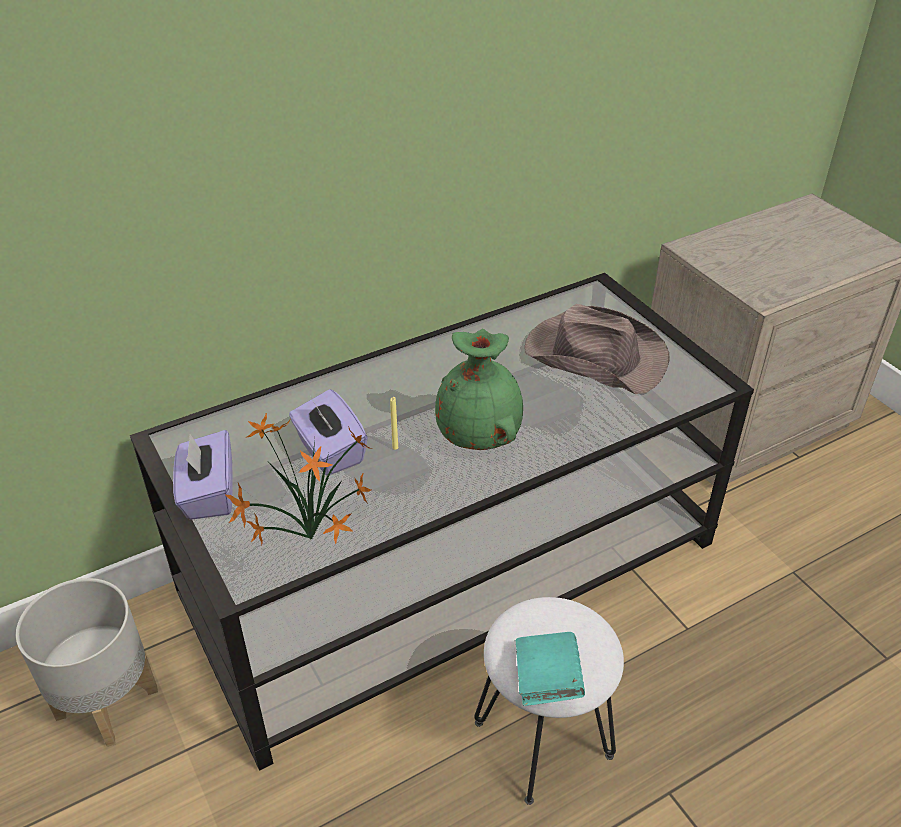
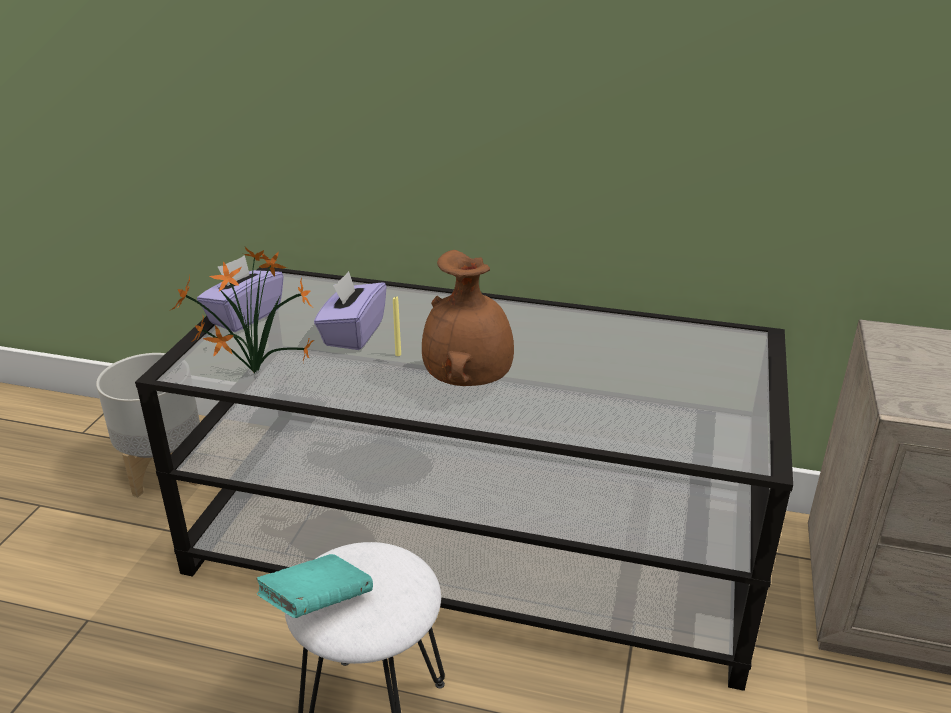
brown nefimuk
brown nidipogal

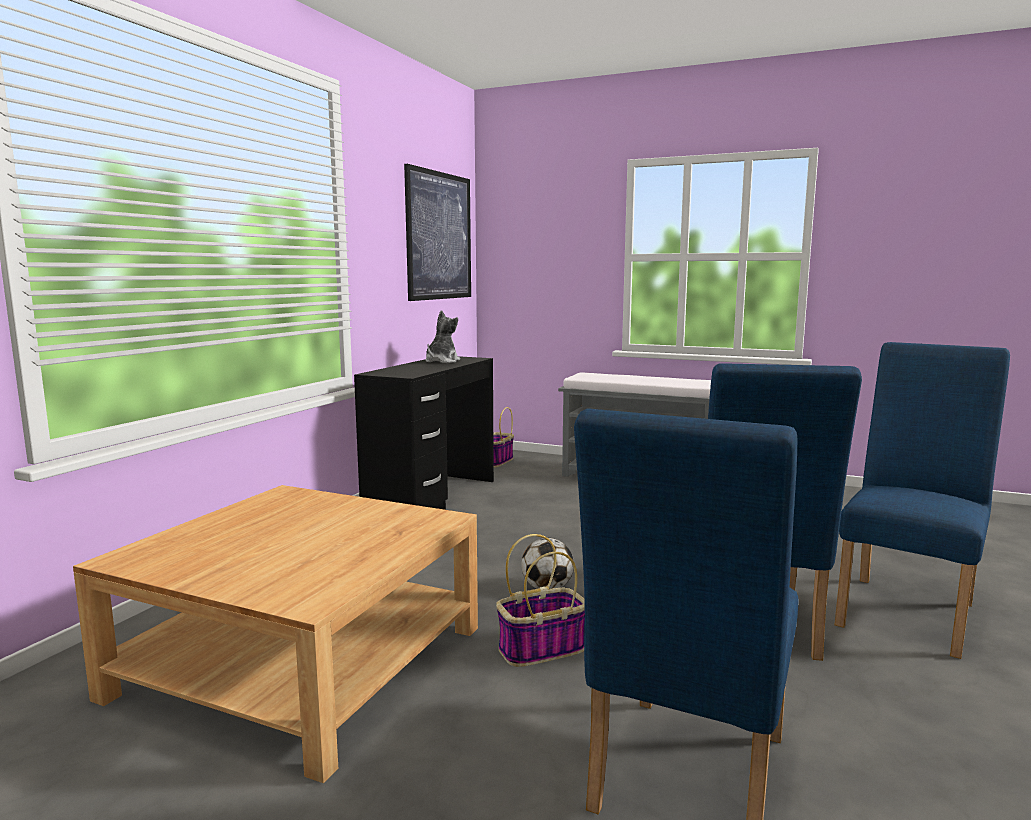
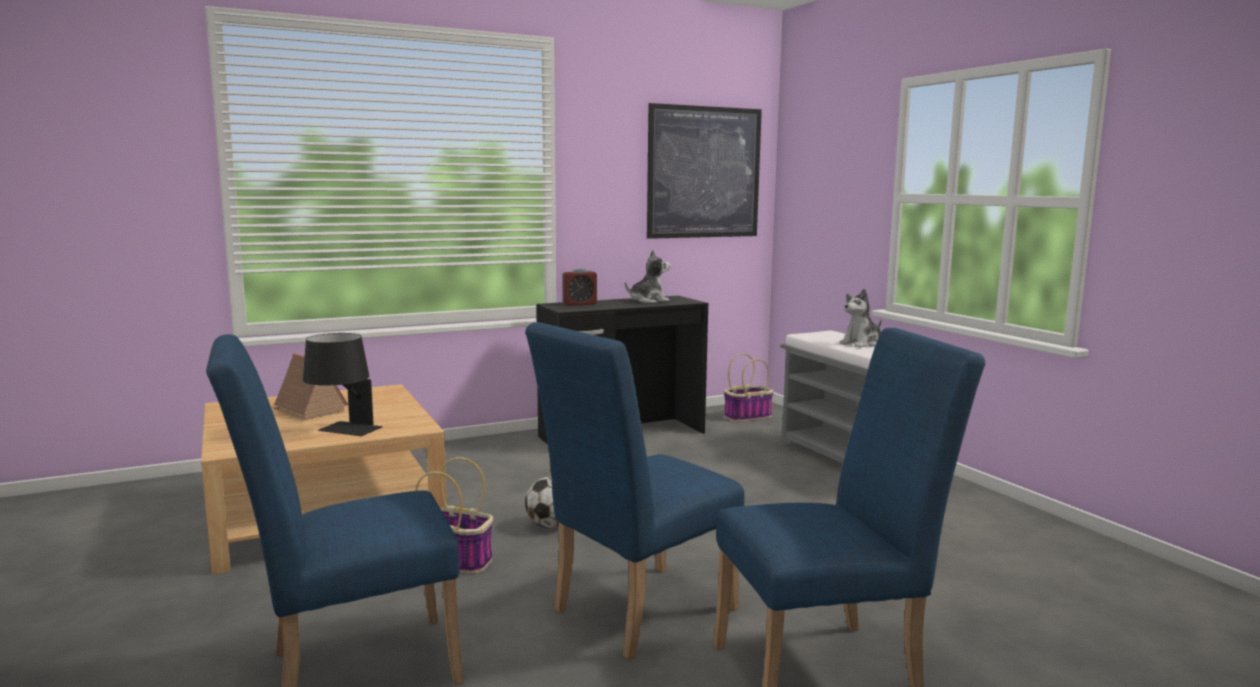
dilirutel
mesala (no. 2 from left)
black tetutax
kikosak

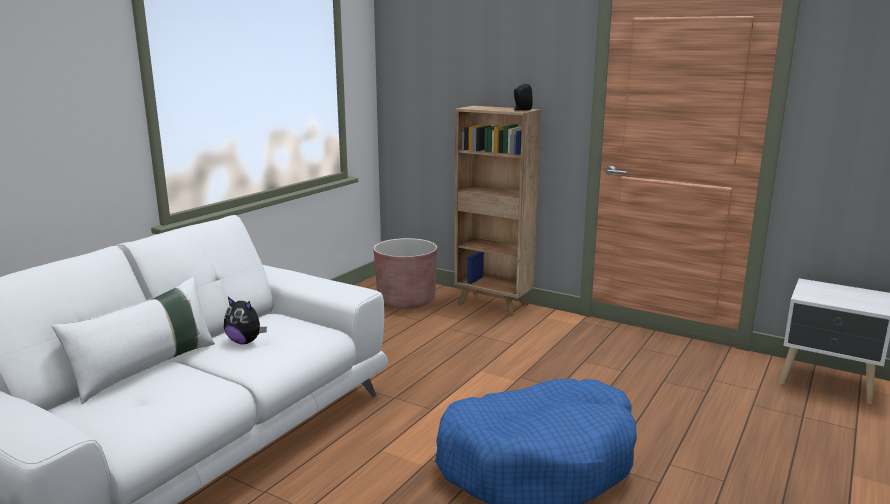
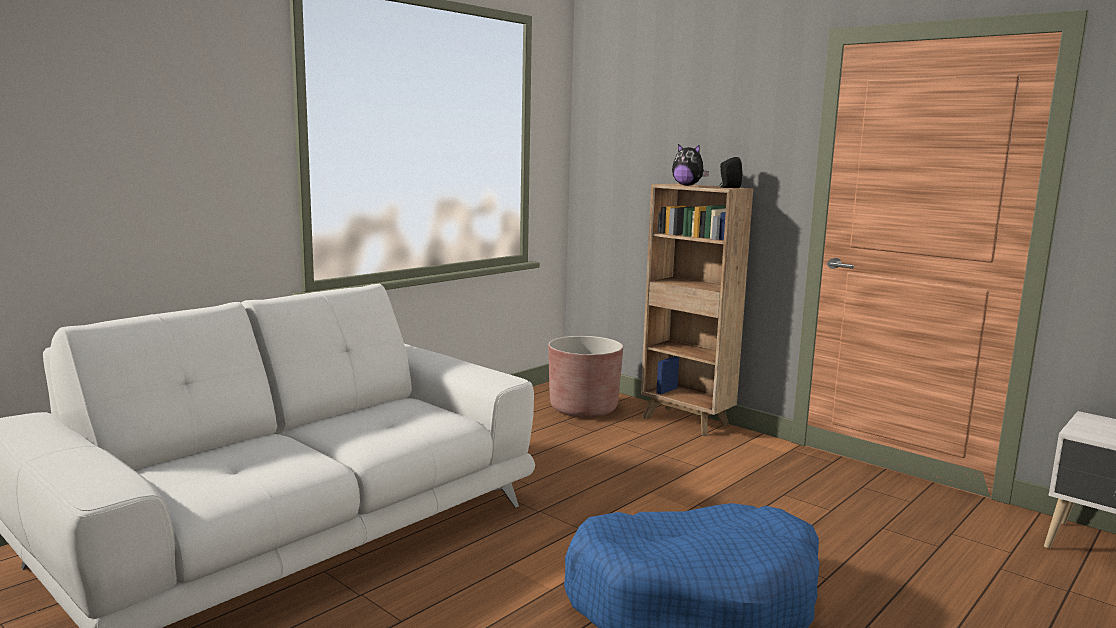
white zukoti
mesala

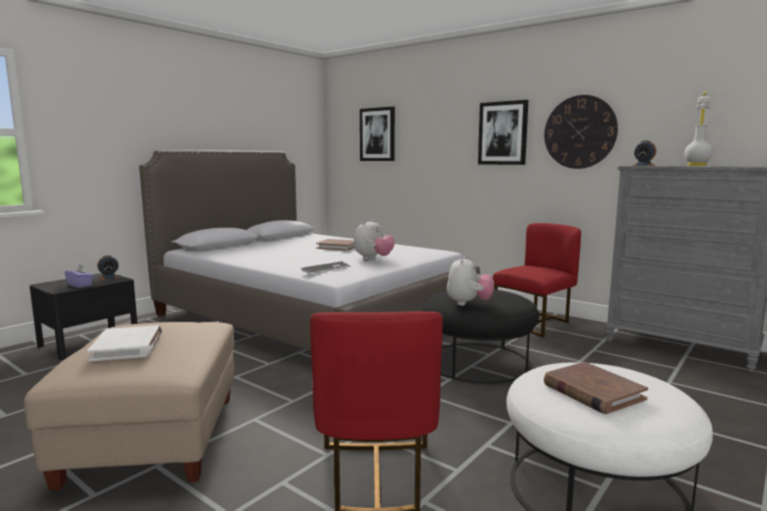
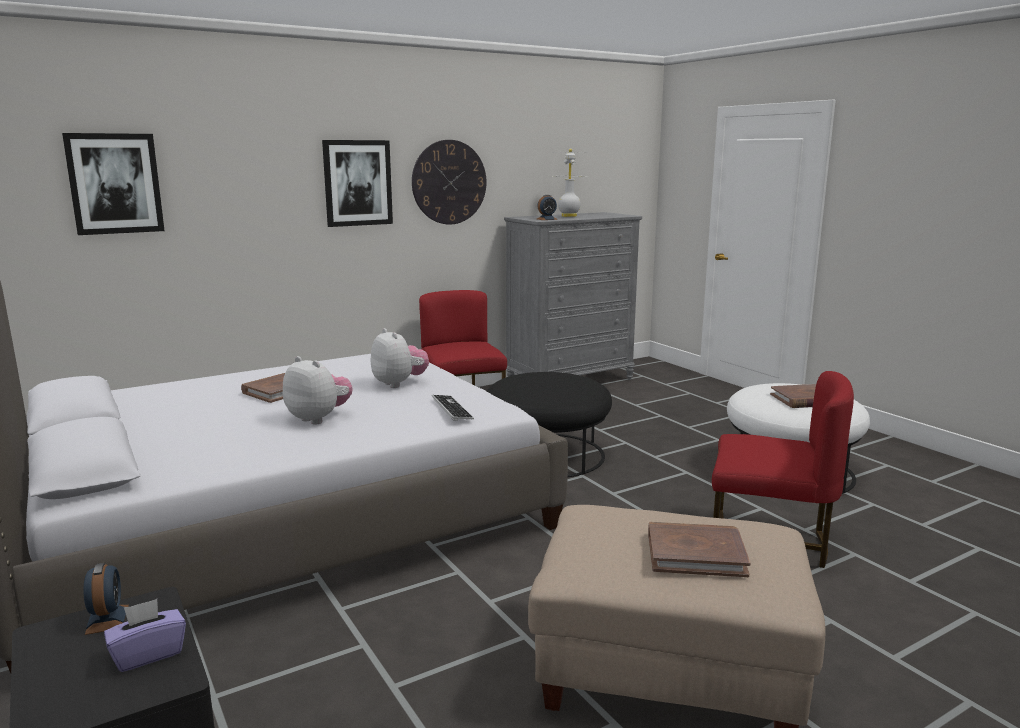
mesala (no. 1 from left)
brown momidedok (no. 2 from left)

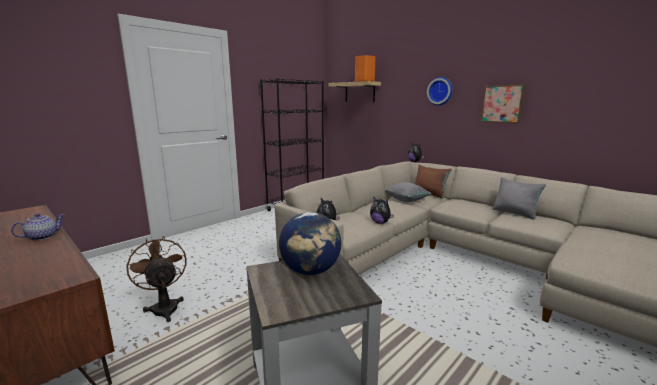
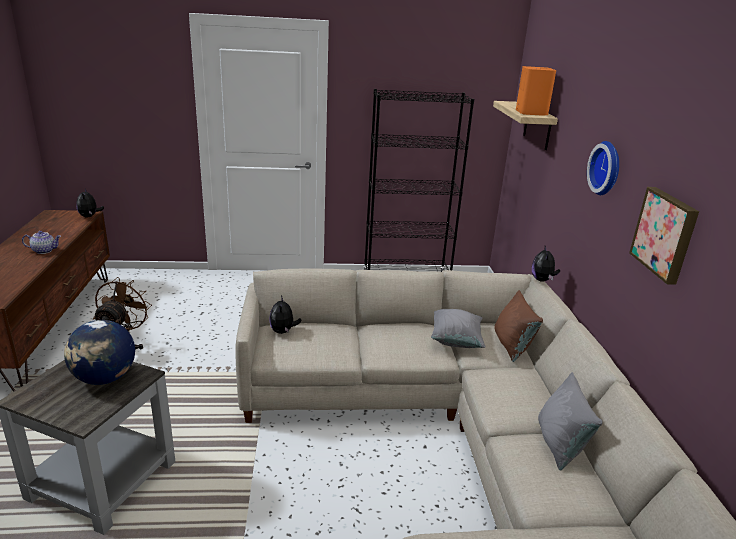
mesala (no. 1 from left)

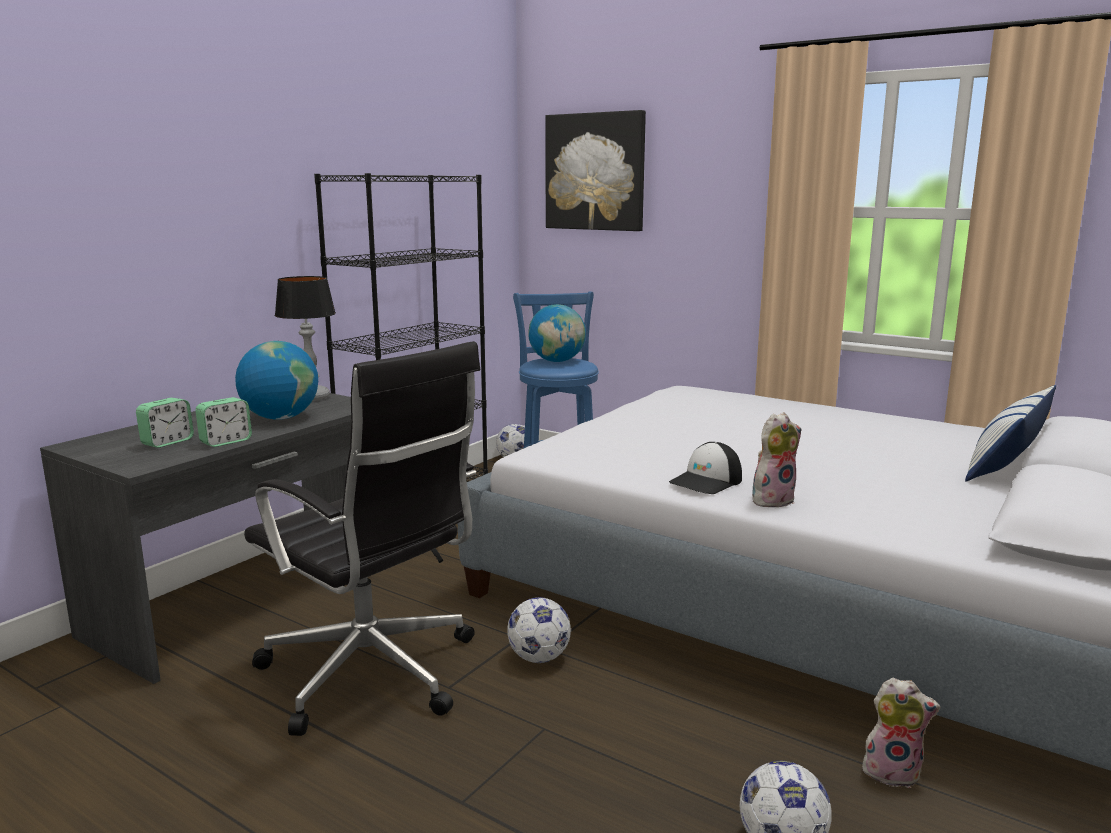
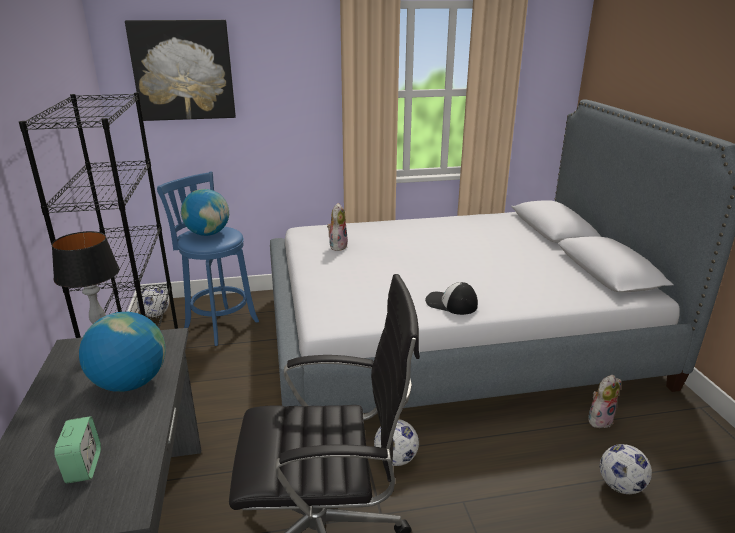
zukoti
dilirutel (no. 2 from left in the first image)
mesala (no. 1 from left)
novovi

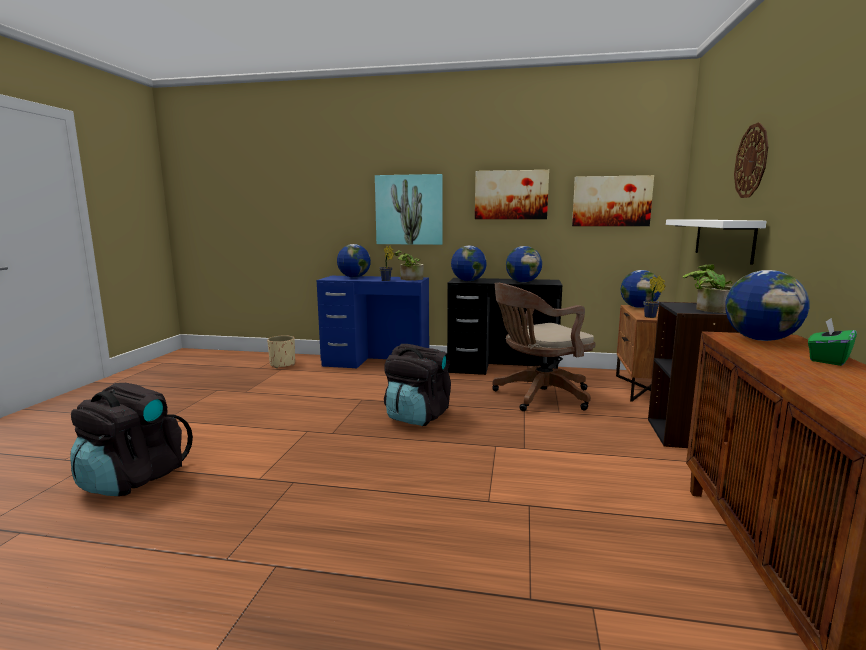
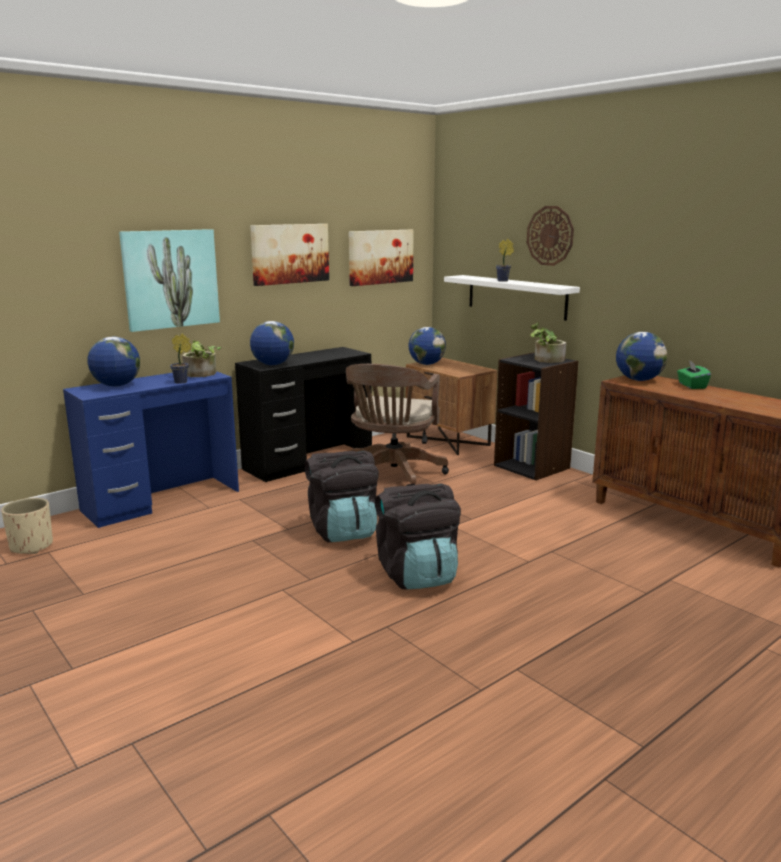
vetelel (no. 3 from left in the first image)
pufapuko (no. 3 from left)
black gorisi (no. 2 from left)

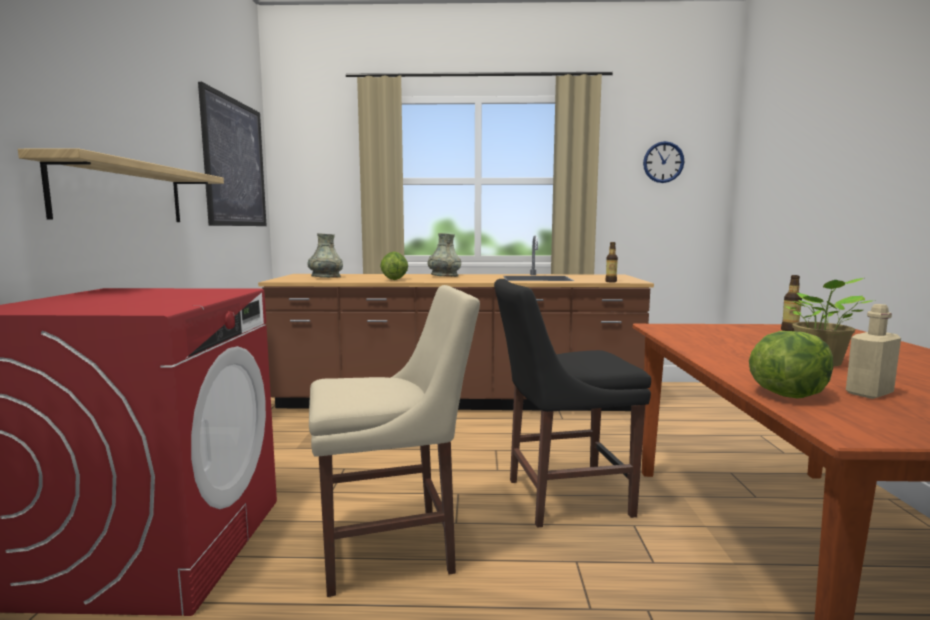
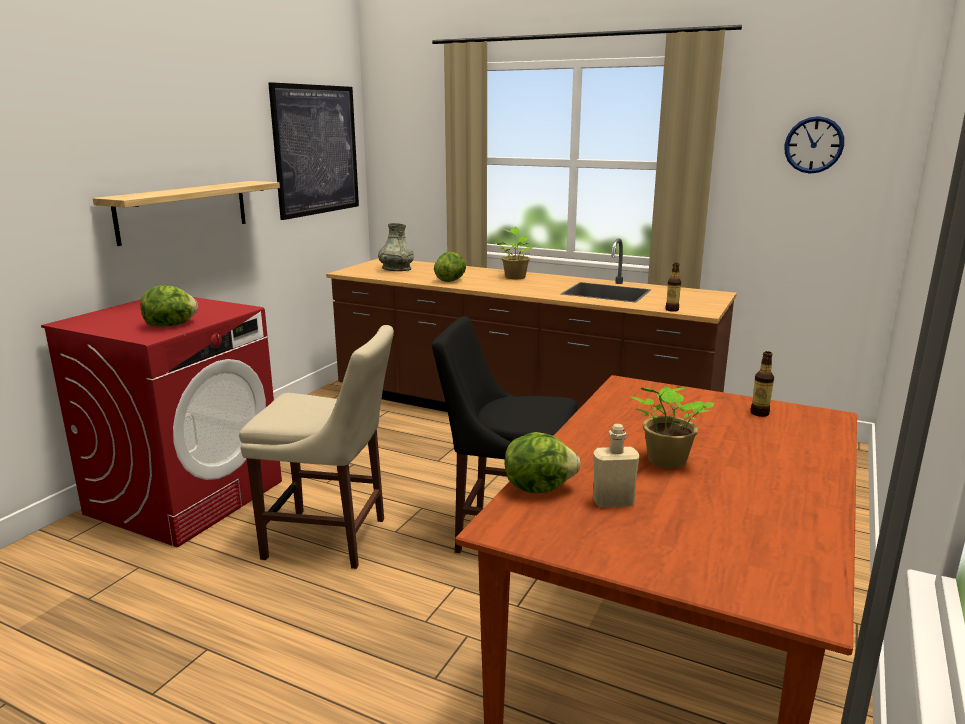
pufapuko (no. 1 from left)
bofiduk (no. 1 from left)

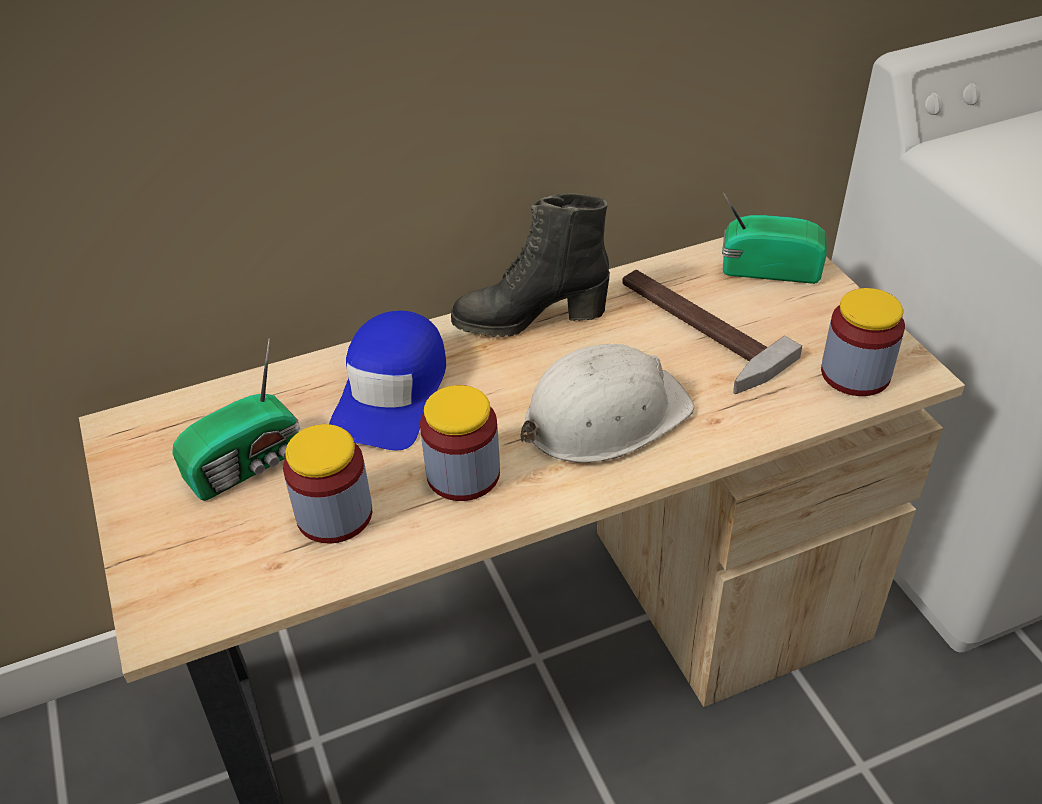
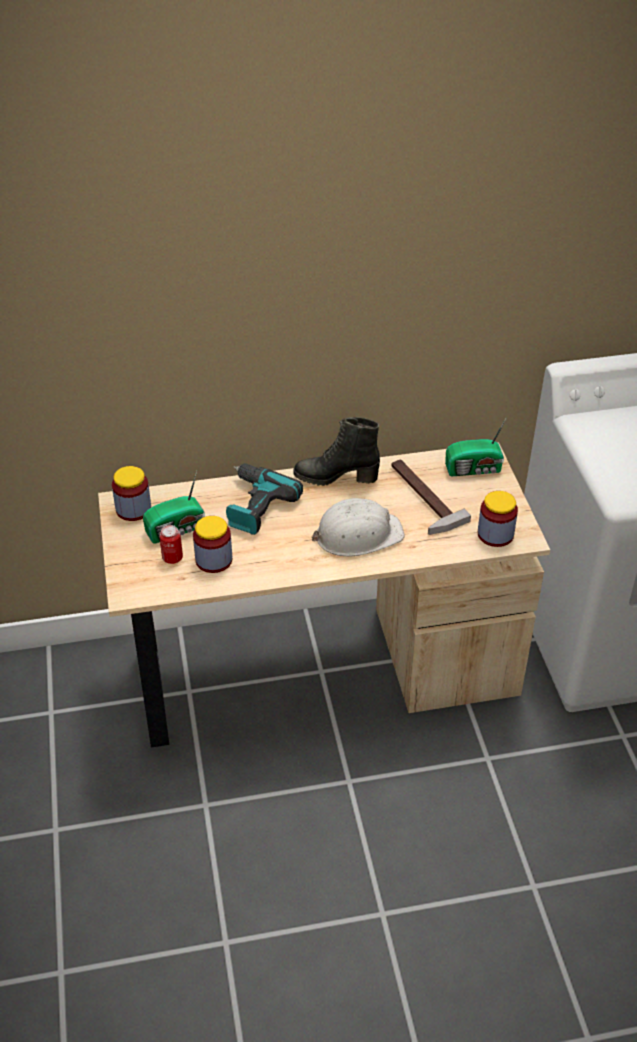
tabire (no. 2 from left)
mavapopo
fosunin (no. 1 from left)
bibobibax

